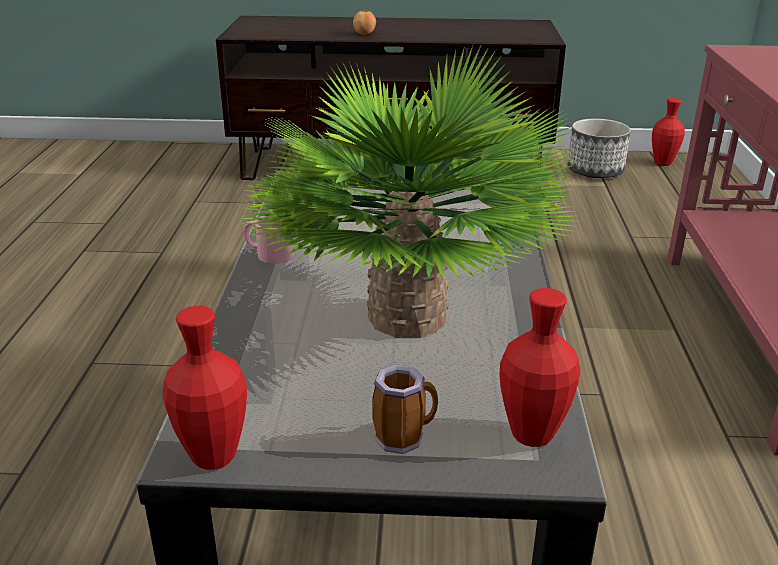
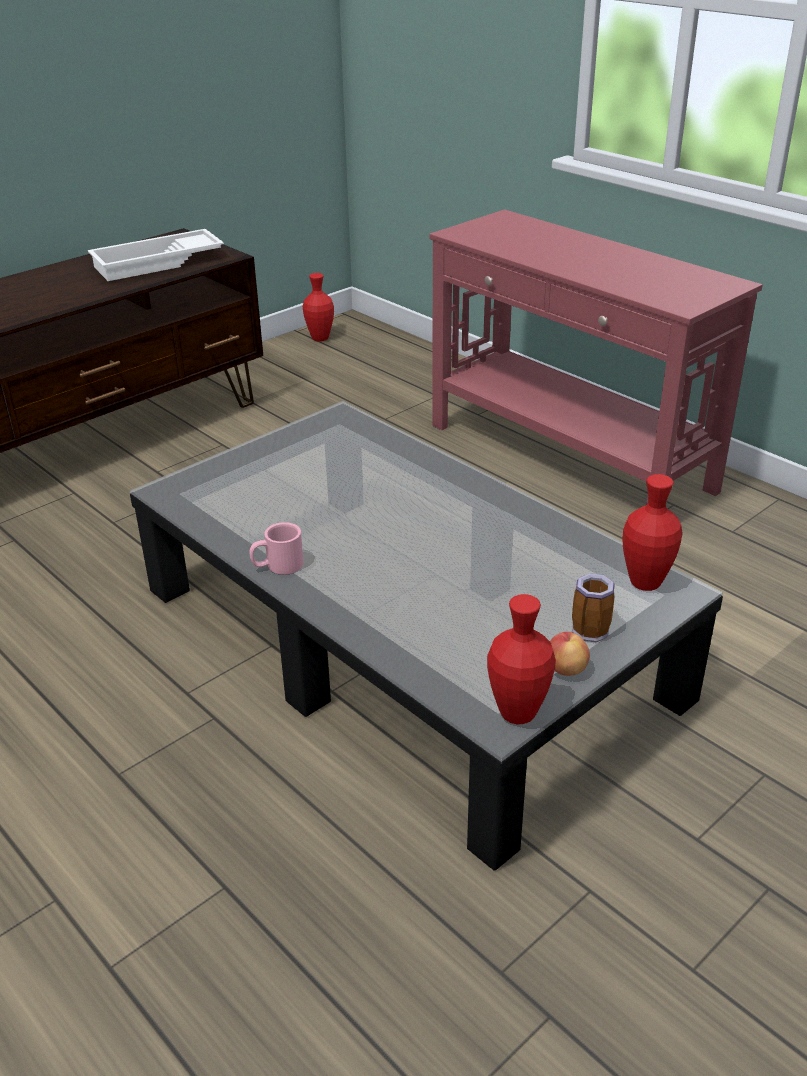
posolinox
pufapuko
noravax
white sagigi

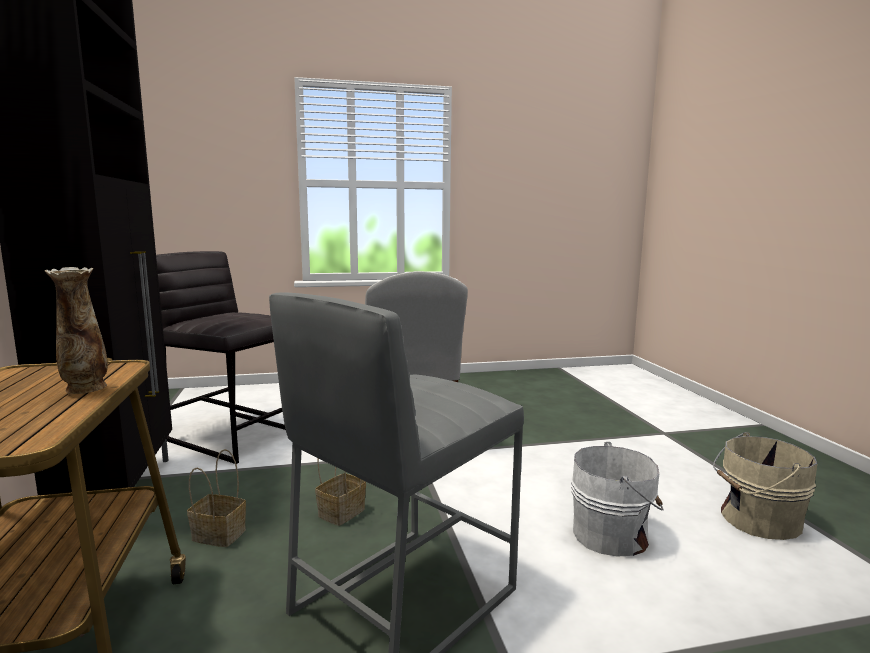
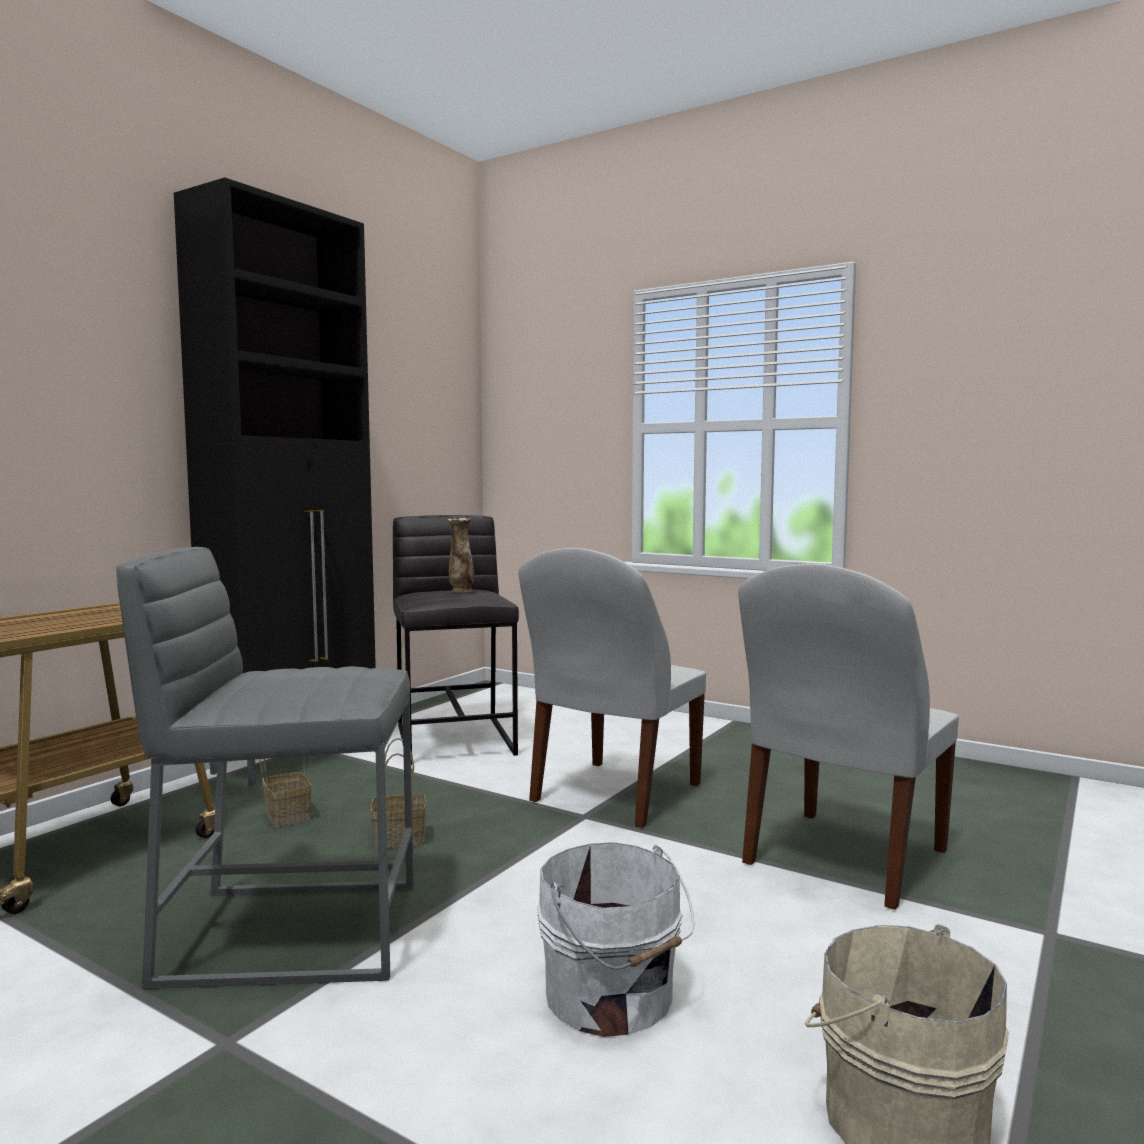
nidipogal
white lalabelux (no. 2 from left)

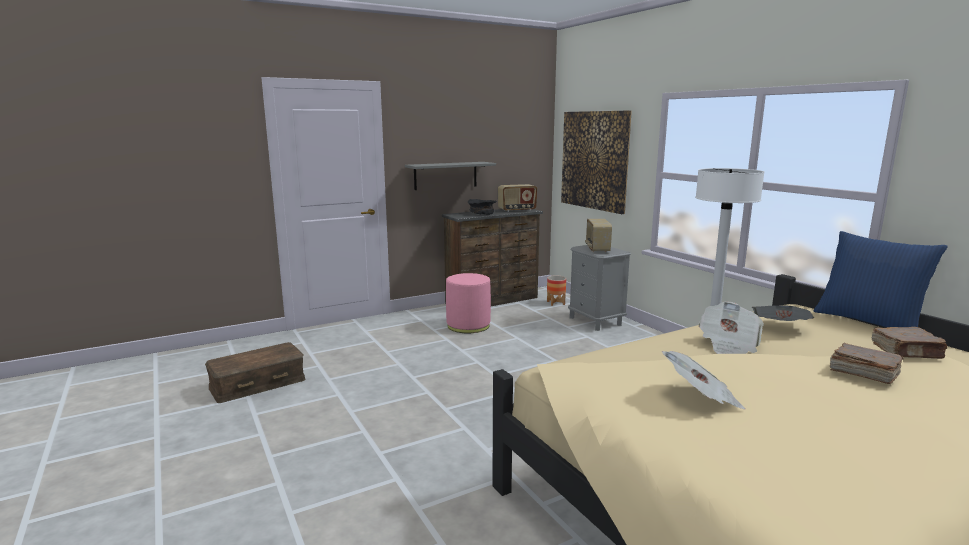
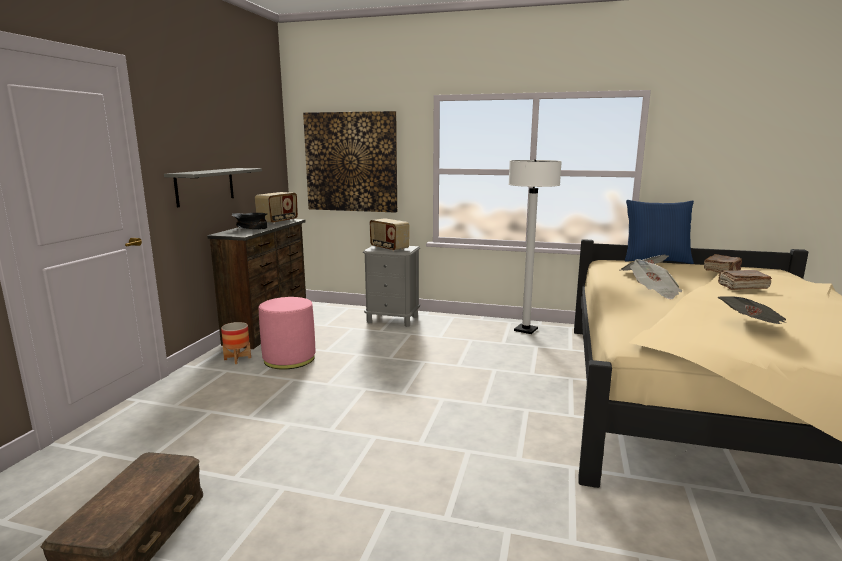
noravax

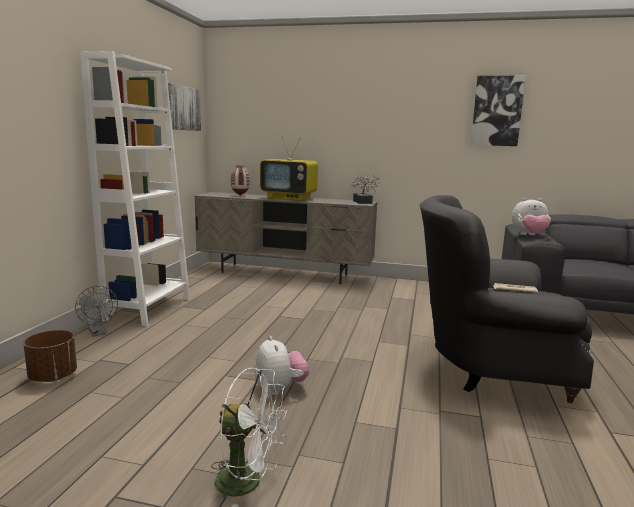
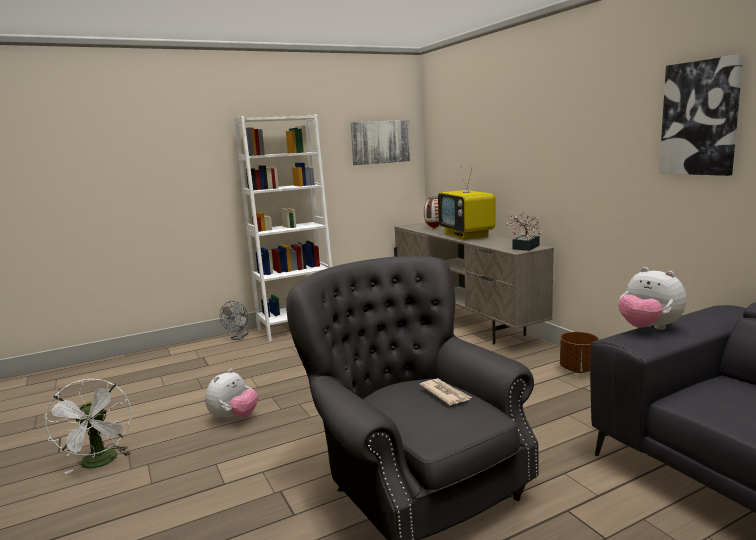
brown noravax

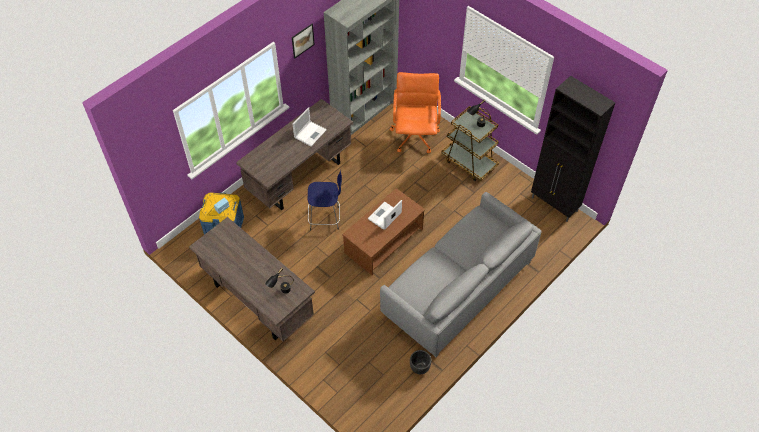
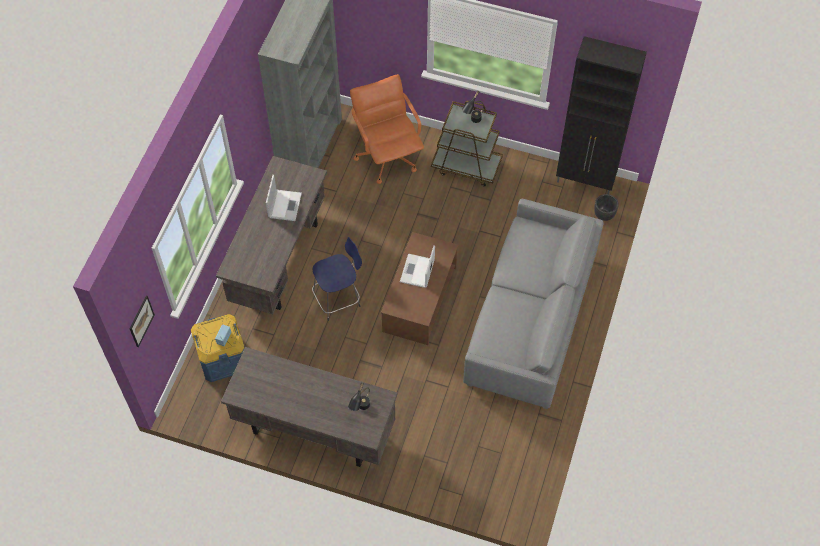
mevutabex
black noravax

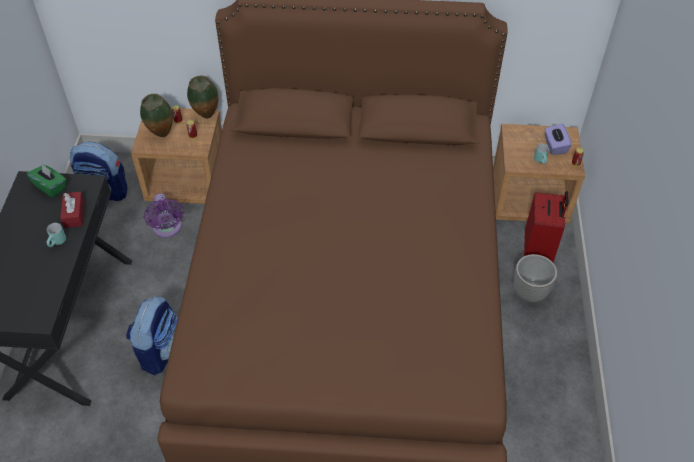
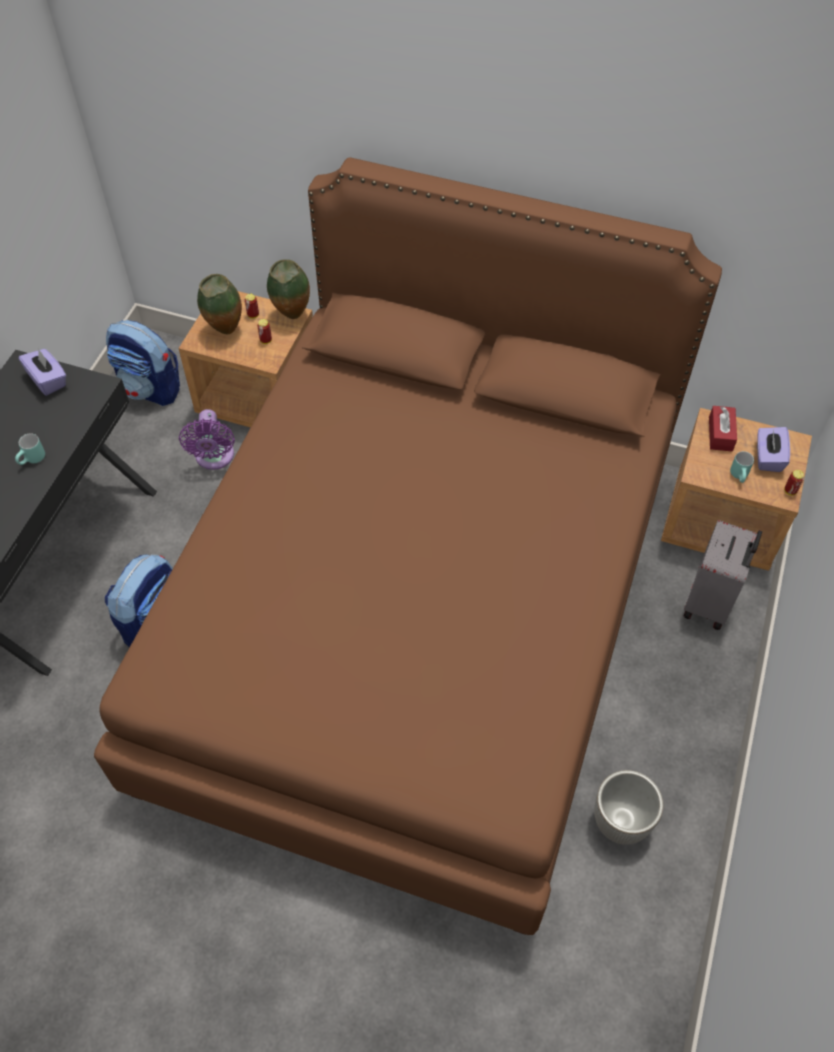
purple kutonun (no. 1 from left)
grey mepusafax
red kutonun
noravax

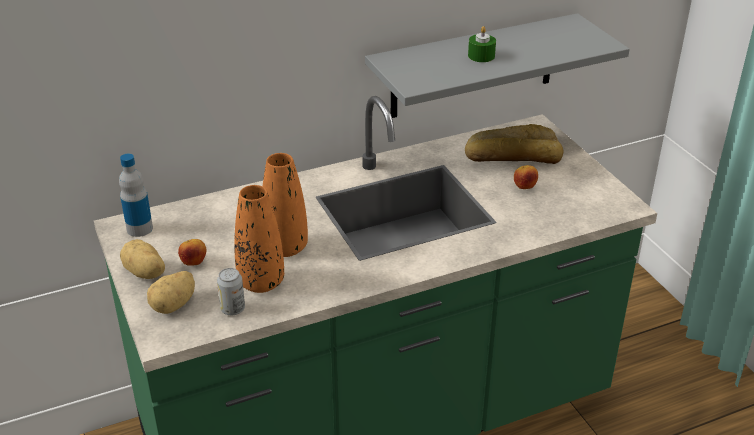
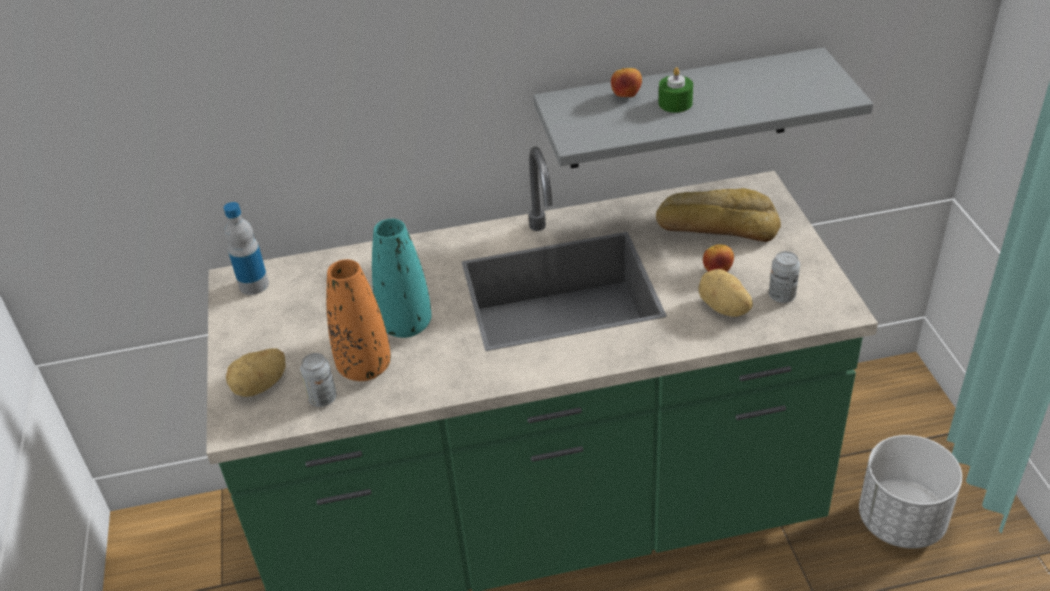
turquoise nidipogal
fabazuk (no. 2 from left)
posolinox (no. 1 from left)
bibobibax (no. 2 from left)
white noravax

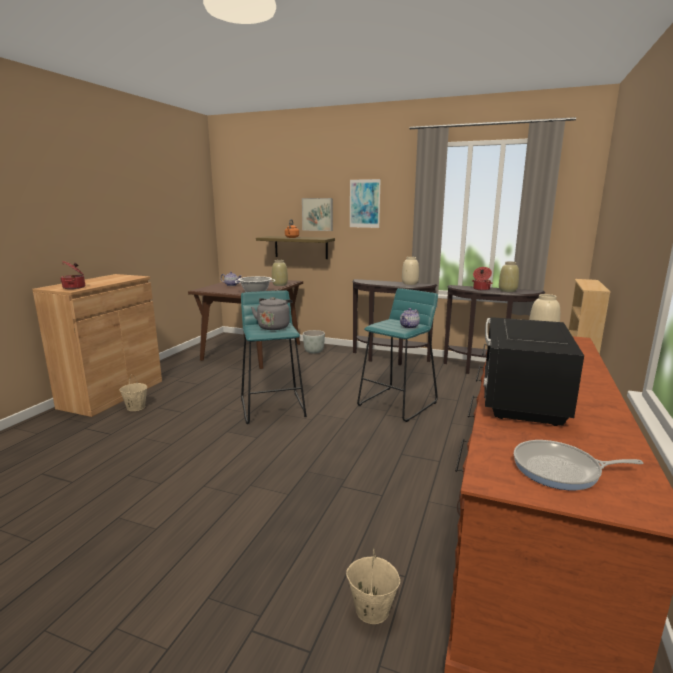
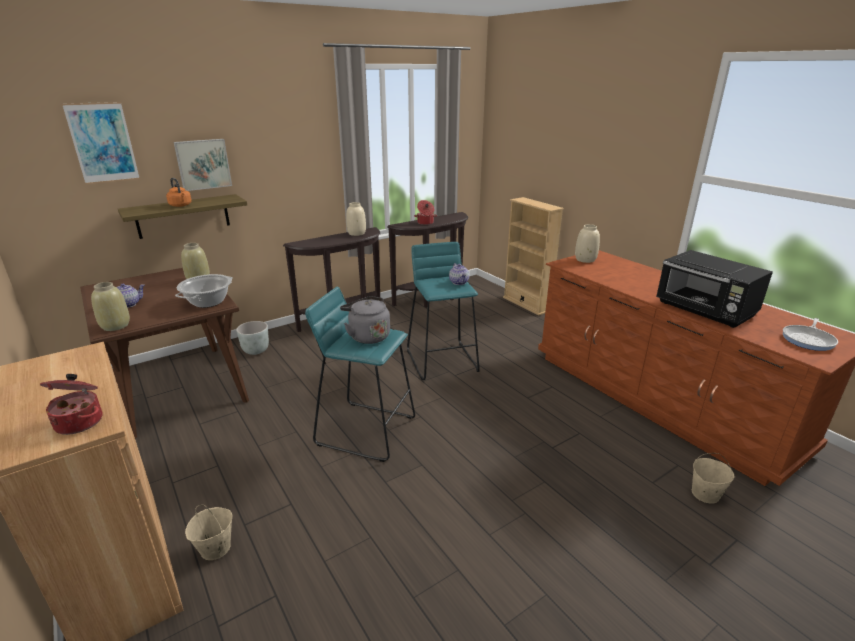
mevutabex (no. 1 from left)
beige nidipogal (no. 1 from left)

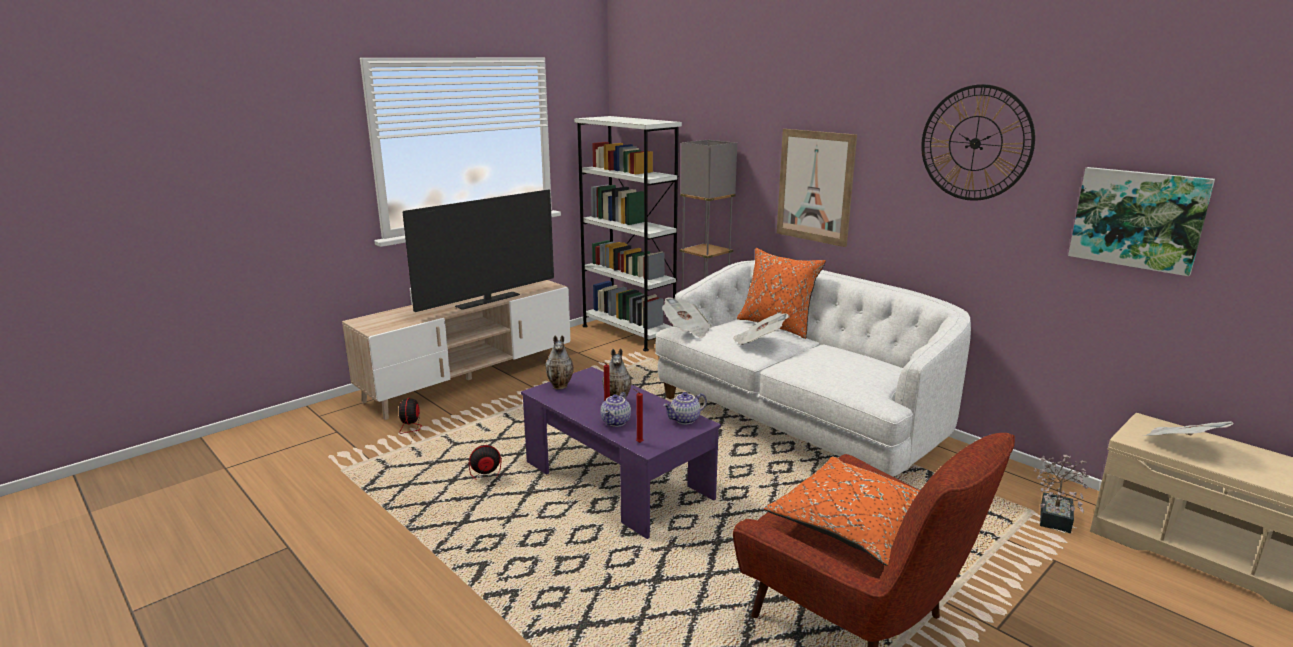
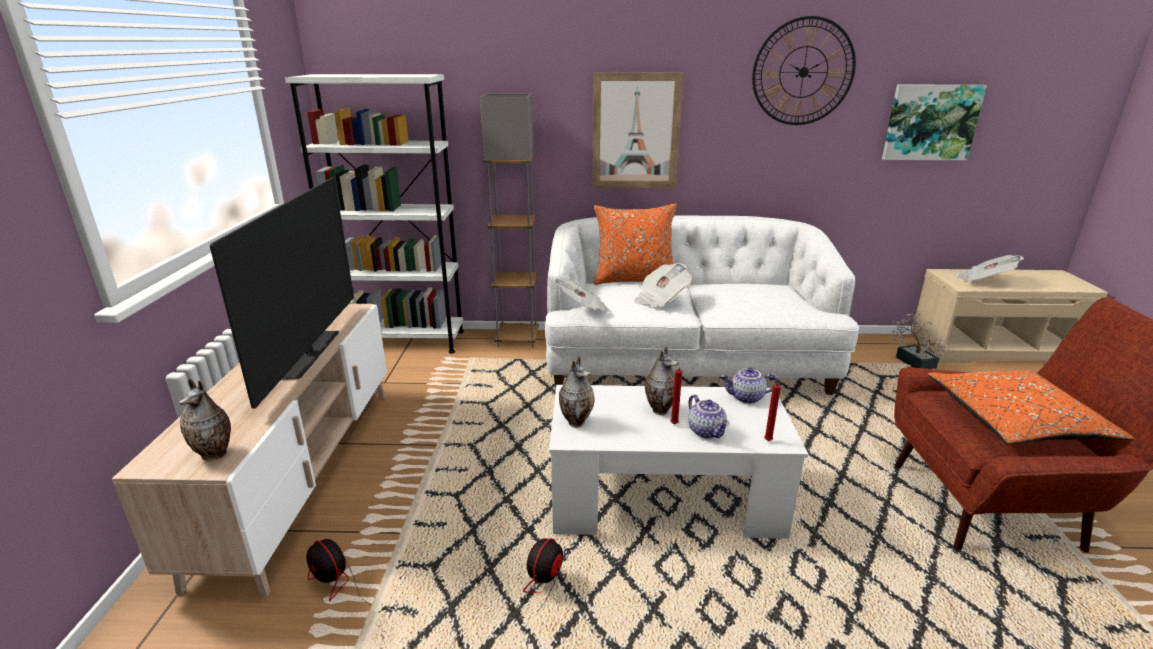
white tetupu
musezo (no. 2 from left)
nidipogal (no. 1 from left)

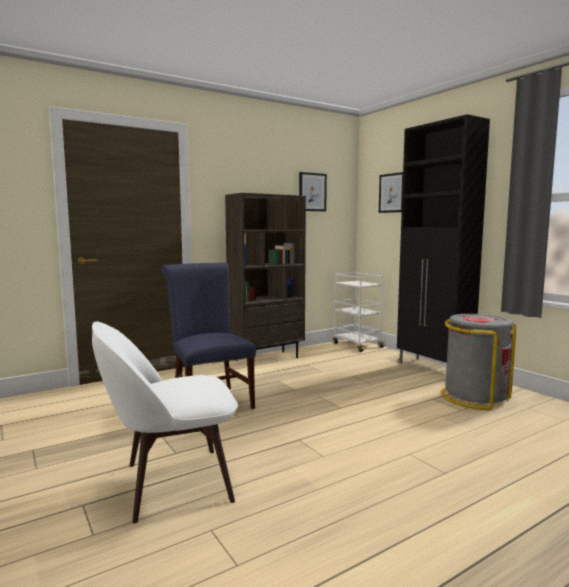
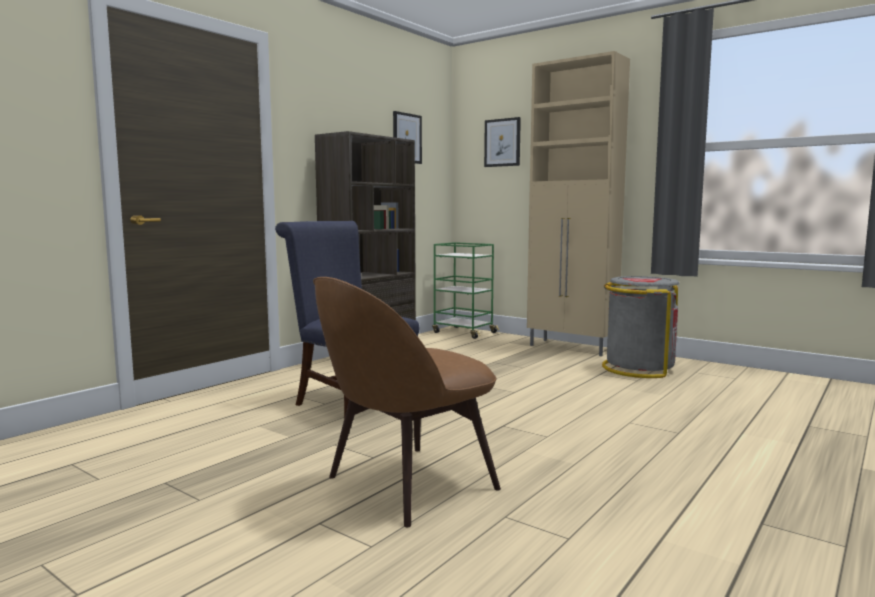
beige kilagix
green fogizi
brown lalabelux

